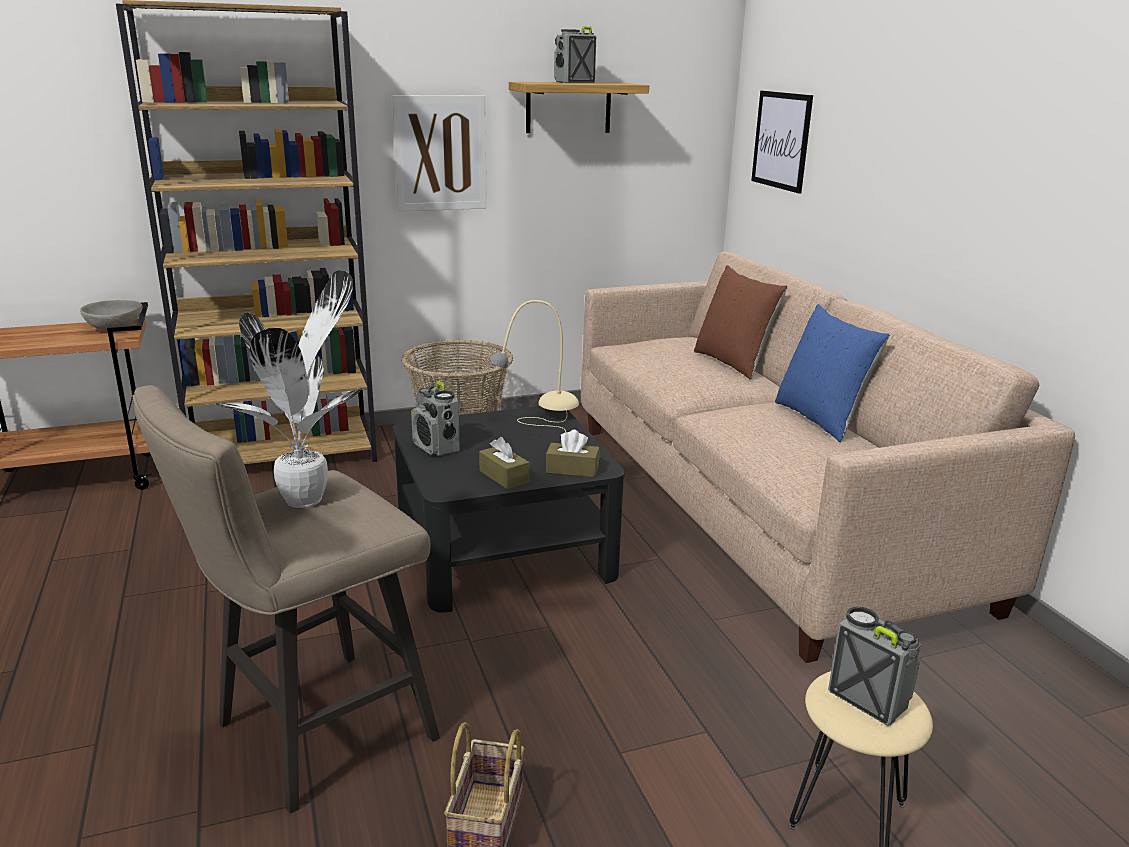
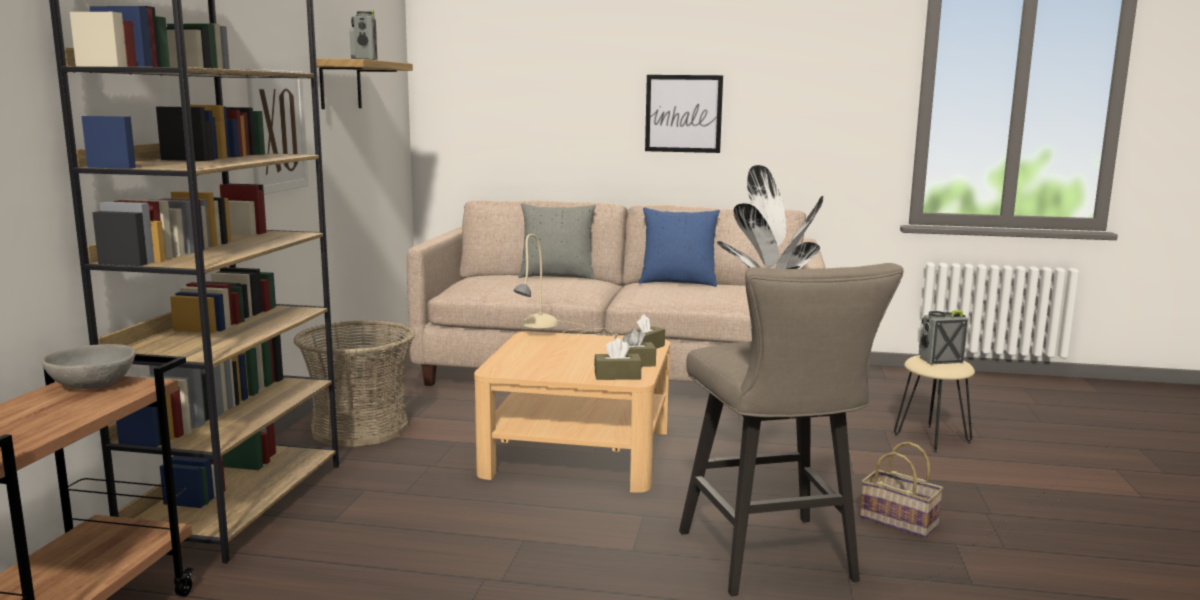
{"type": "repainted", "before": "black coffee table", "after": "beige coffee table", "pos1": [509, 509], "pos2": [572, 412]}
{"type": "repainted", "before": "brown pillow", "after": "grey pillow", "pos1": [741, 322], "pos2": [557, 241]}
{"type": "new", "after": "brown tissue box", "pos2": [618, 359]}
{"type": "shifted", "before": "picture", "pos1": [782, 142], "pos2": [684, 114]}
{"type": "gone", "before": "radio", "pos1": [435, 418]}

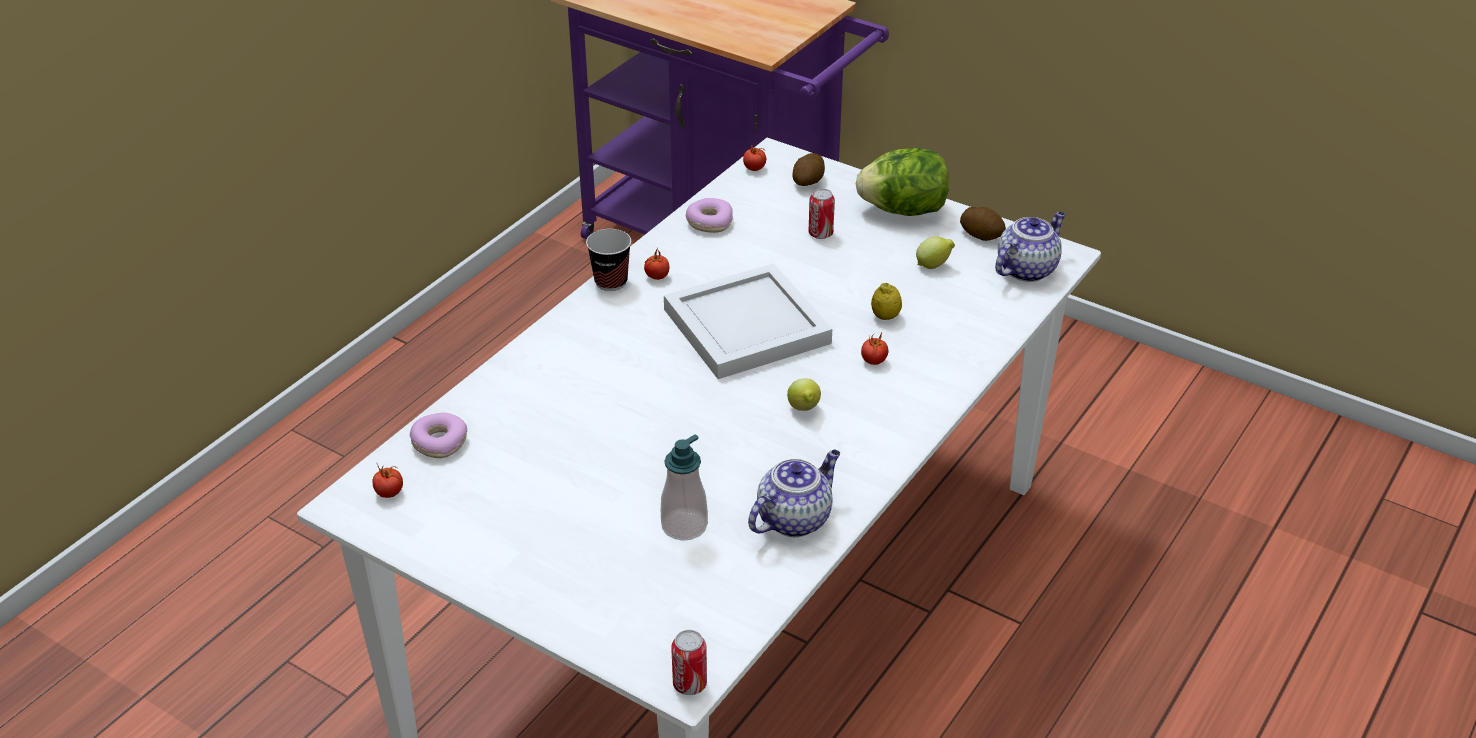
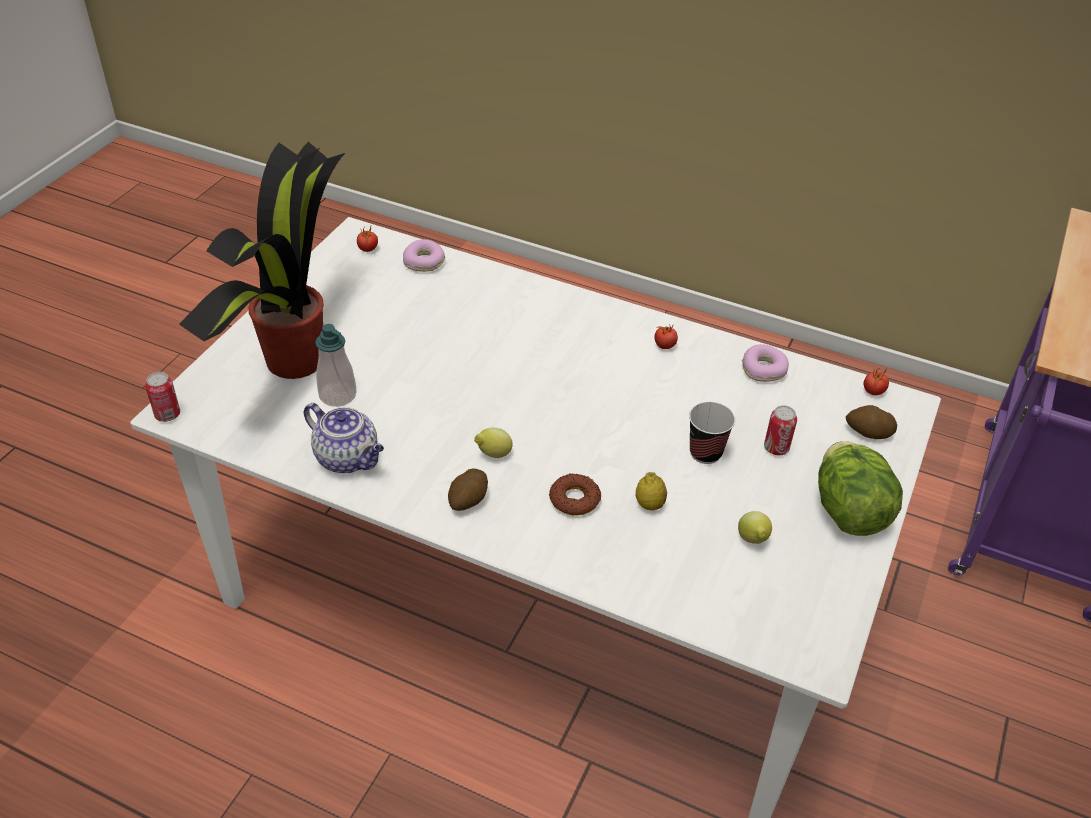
{"type": "new", "after": "potted plant", "pos2": [262, 260]}
{"type": "shifted", "before": "potato", "pos1": [983, 224], "pos2": [468, 490]}
{"type": "swapped", "before": "tomato", "after": "donut", "pos1": [874, 349], "pos2": [575, 495]}
{"type": "shifted", "before": "cup", "pos1": [608, 260], "pos2": [712, 433]}
{"type": "gone", "before": "white tray", "pos1": [748, 321]}
{"type": "gone", "before": "teapot", "pos1": [1030, 247]}

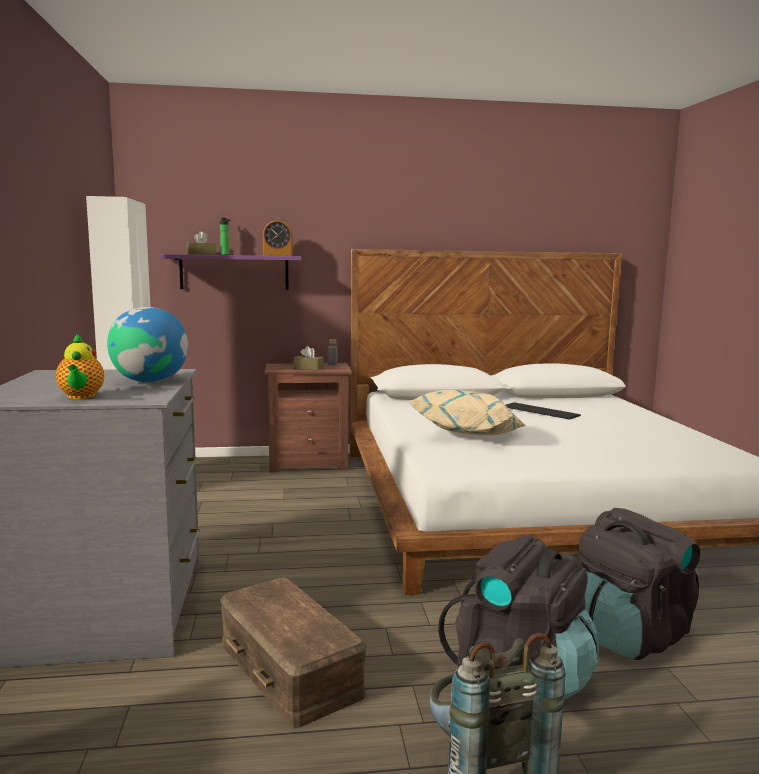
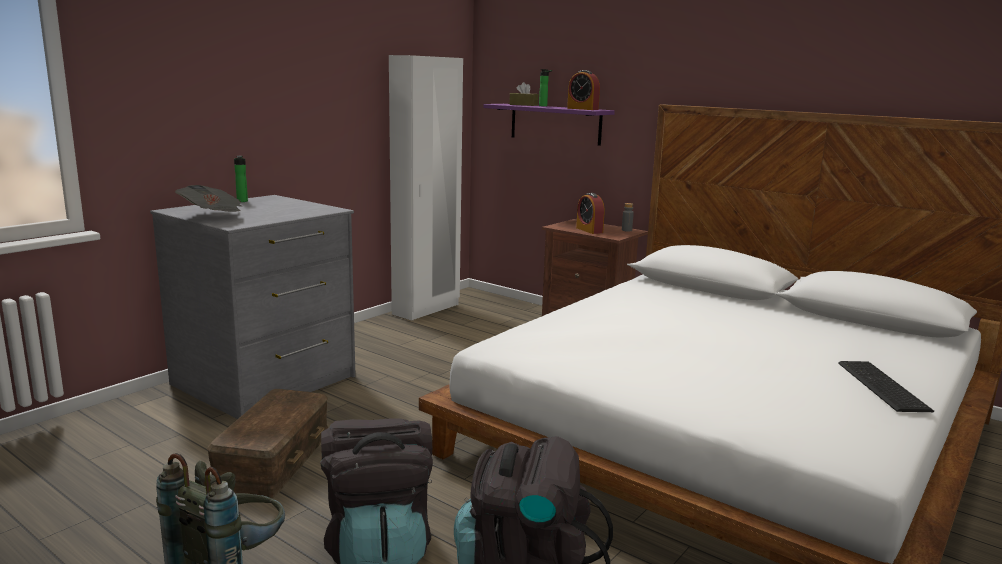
{"type": "swapped", "before": "teapot", "after": "newspaper", "pos1": [80, 366], "pos2": [208, 198]}
{"type": "new", "after": "bottle", "pos2": [241, 179]}
{"type": "swapped", "before": "brown tissue box", "after": "alarm clock", "pos1": [308, 358], "pos2": [590, 213]}
{"type": "shifted", "before": "keyboard", "pos1": [543, 411], "pos2": [886, 386]}
{"type": "gone", "before": "globe", "pos1": [147, 344]}
{"type": "gone", "before": "beige pillow", "pos1": [467, 413]}

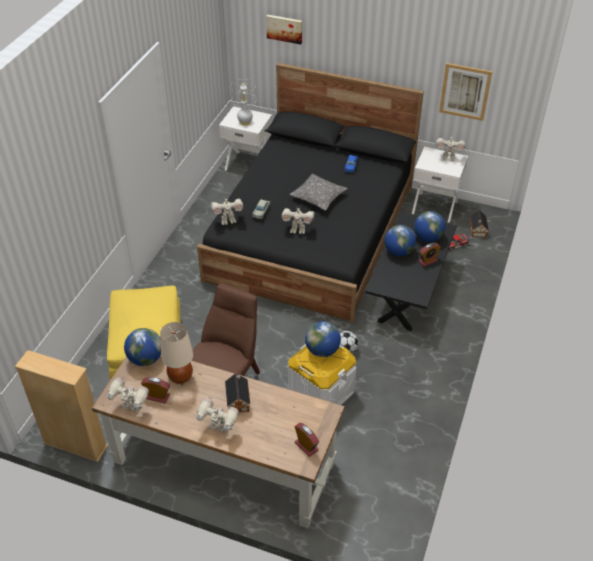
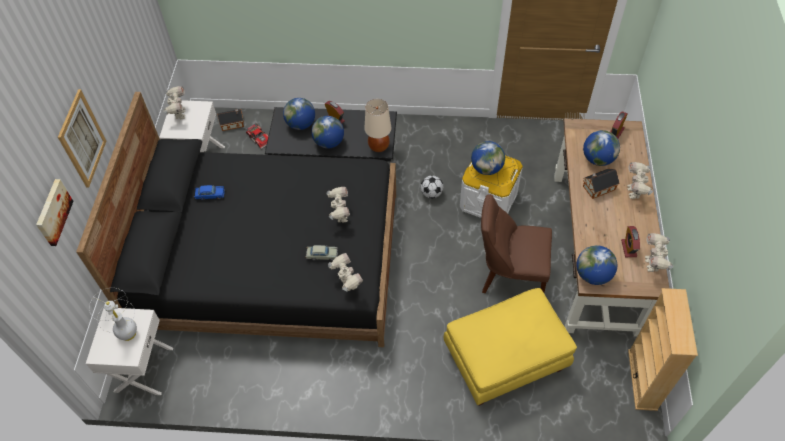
{"type": "shifted", "before": "picture", "pos1": [465, 92], "pos2": [82, 138]}
{"type": "shifted", "before": "beige table lamp", "pos1": [176, 353], "pos2": [377, 125]}
{"type": "new", "after": "globe", "pos2": [601, 148]}
{"type": "gone", "before": "pillow", "pos1": [318, 192]}

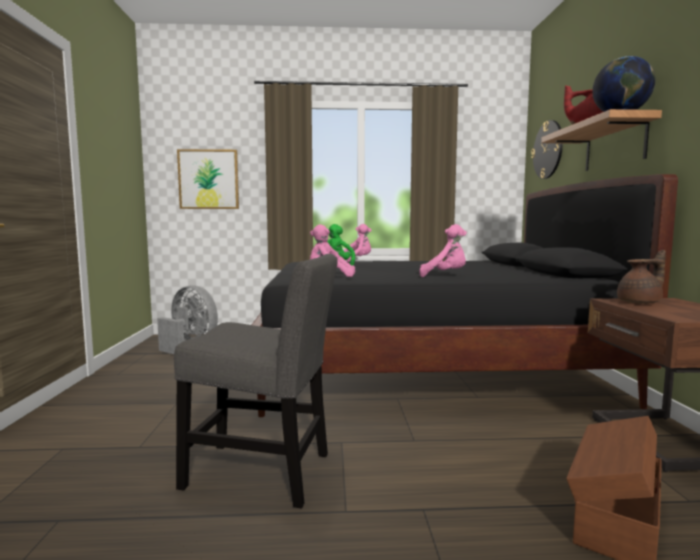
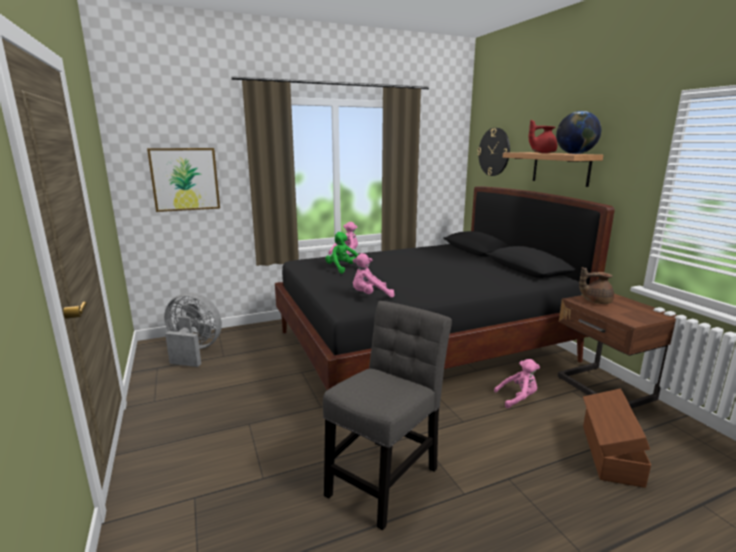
{"type": "rotated", "before": "grey chair", "pos1": [256, 381], "pos2": [387, 415], "turn": -45}
{"type": "shifted", "before": "pink plush toy", "pos1": [443, 250], "pos2": [517, 383]}
{"type": "rotated", "before": "brown teapot", "pos1": [641, 277], "pos2": [596, 285], "turn": -135}

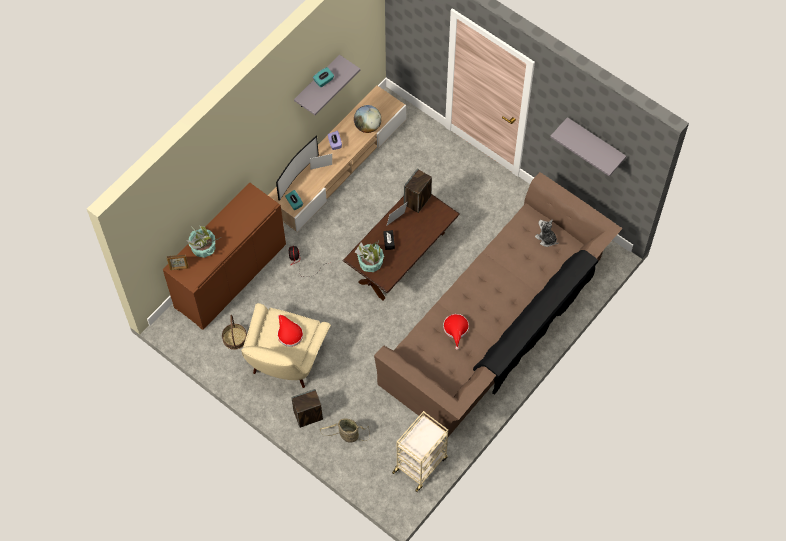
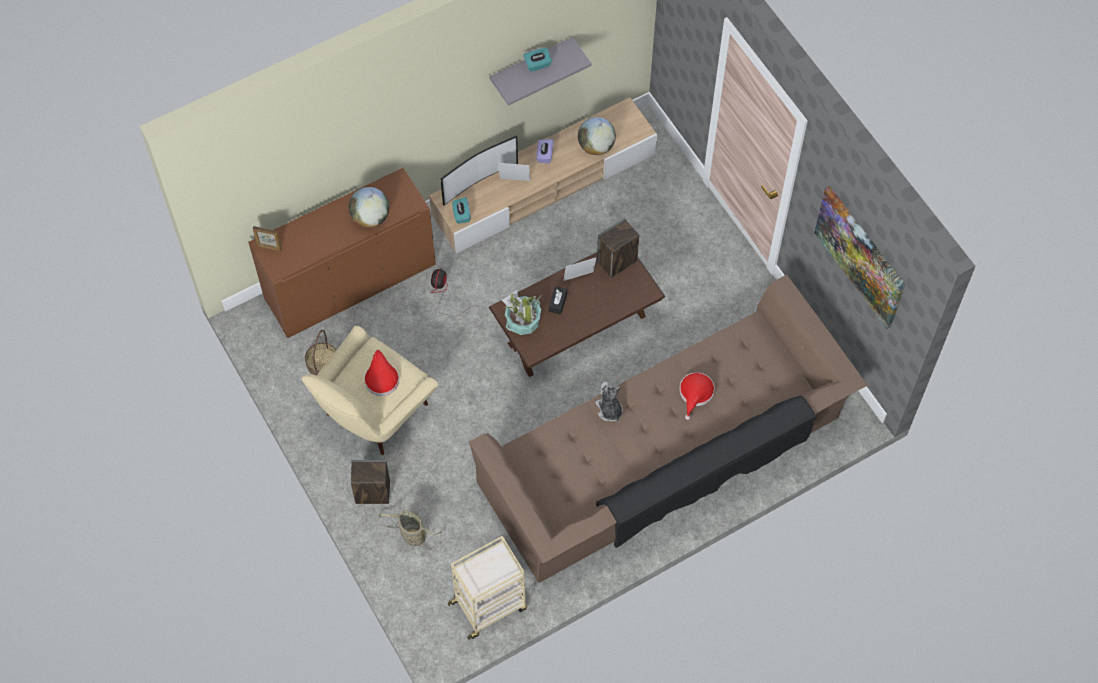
{"type": "new", "after": "globe", "pos2": [369, 207]}
{"type": "shifted", "before": "plush toy", "pos1": [547, 233], "pos2": [609, 401]}
{"type": "shifted", "before": "red hat", "pos1": [456, 332], "pos2": [697, 396]}
{"type": "swapped", "before": "grey shelf", "after": "picture", "pos1": [588, 146], "pos2": [859, 257]}
{"type": "gone", "before": "potted plant", "pos1": [204, 242]}

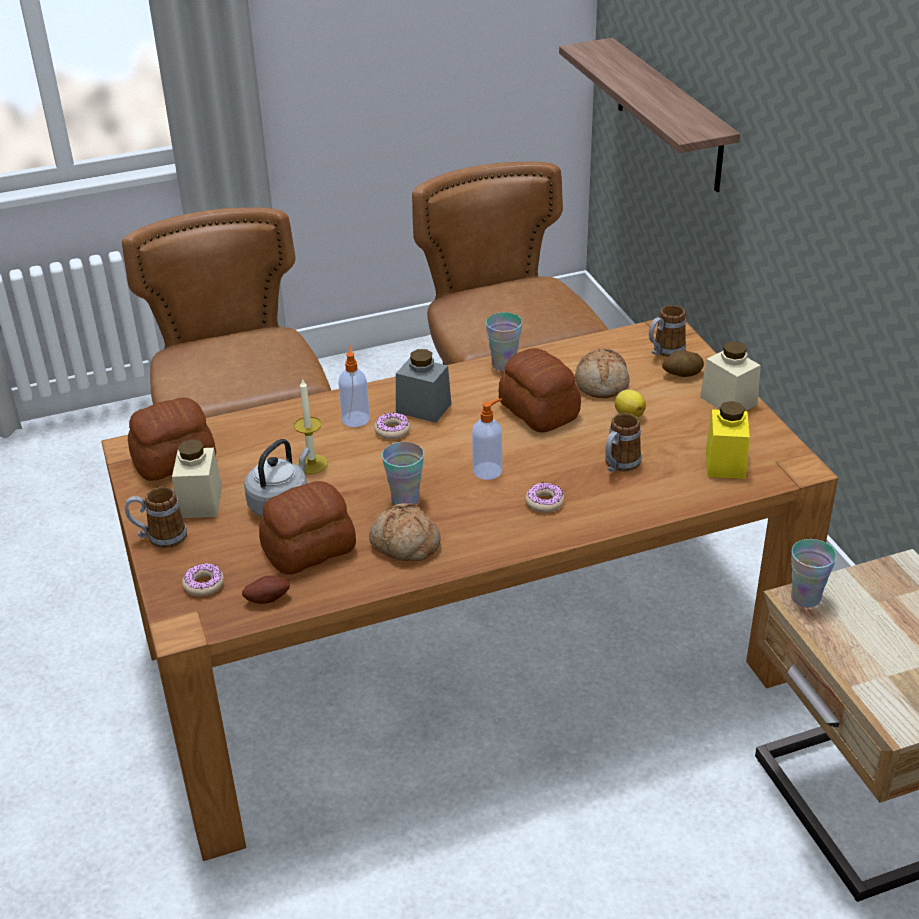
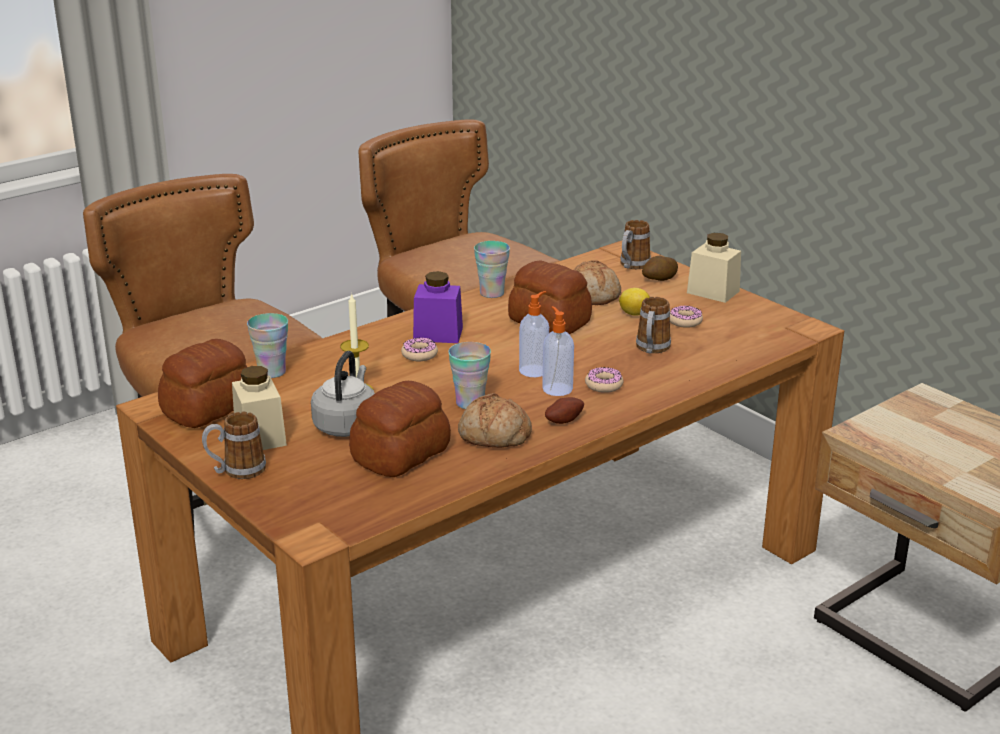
{"type": "shifted", "before": "cup", "pos1": [814, 573], "pos2": [267, 345]}
{"type": "repainted", "before": "grey jar", "after": "purple jar", "pos1": [423, 386], "pos2": [438, 307]}
{"type": "shifted", "before": "soap dispenser", "pos1": [354, 386], "pos2": [558, 351]}
{"type": "shifted", "before": "potato", "pos1": [266, 590], "pos2": [564, 410]}
{"type": "shifted", "before": "donut", "pos1": [203, 579], "pos2": [686, 316]}
{"type": "gone", "before": "shelf", "pos1": [649, 115]}
{"type": "gone", "before": "yellow jar", "pos1": [728, 440]}

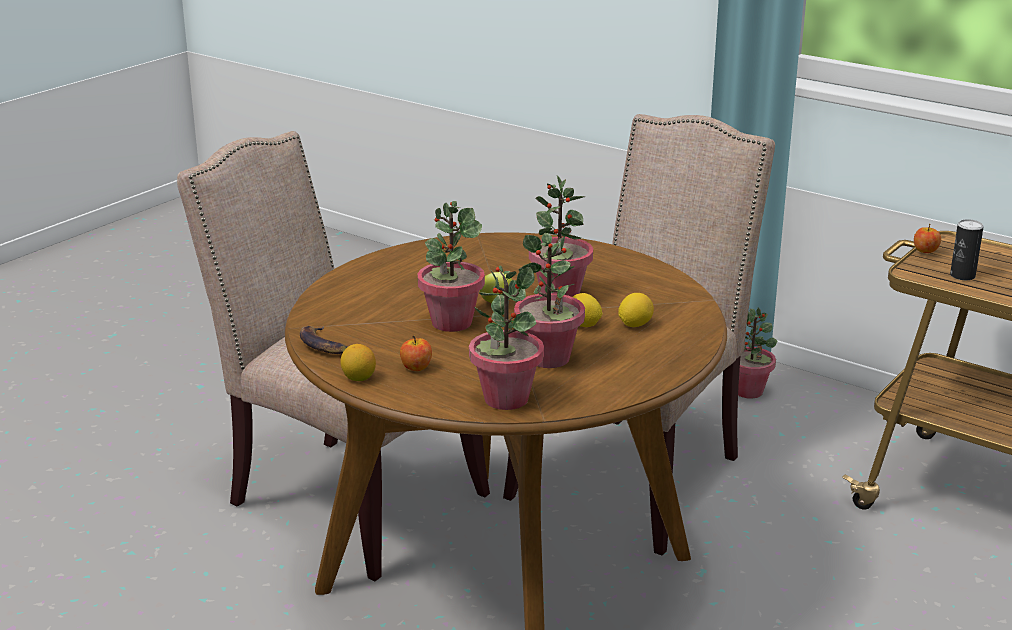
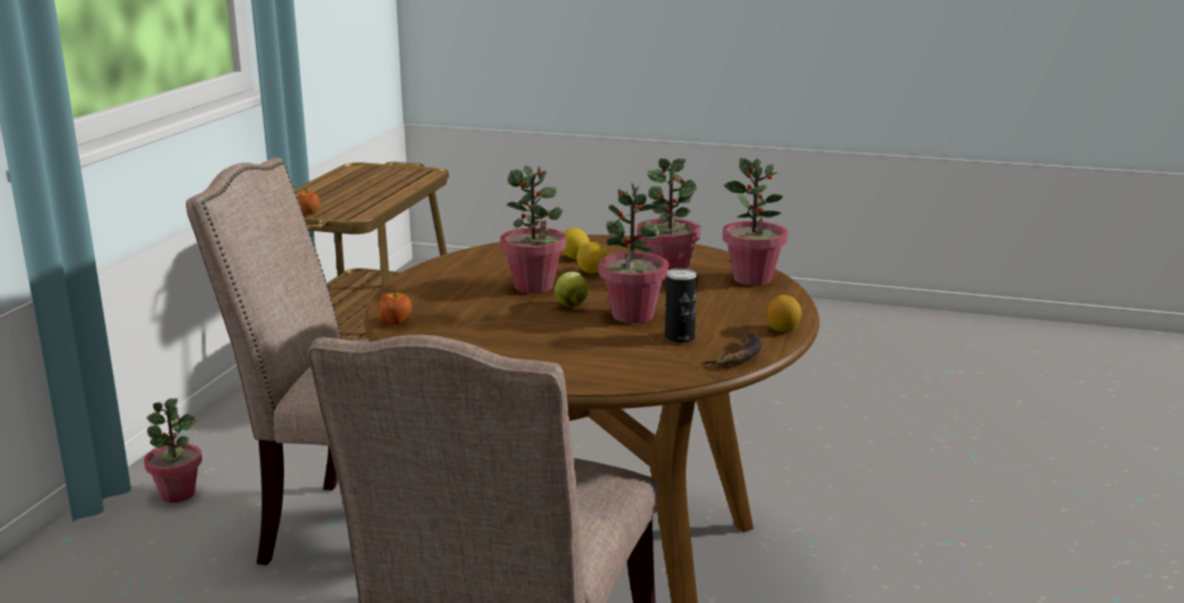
{"type": "shifted", "before": "apple", "pos1": [416, 353], "pos2": [395, 307]}
{"type": "shifted", "before": "can", "pos1": [966, 249], "pos2": [681, 305]}

